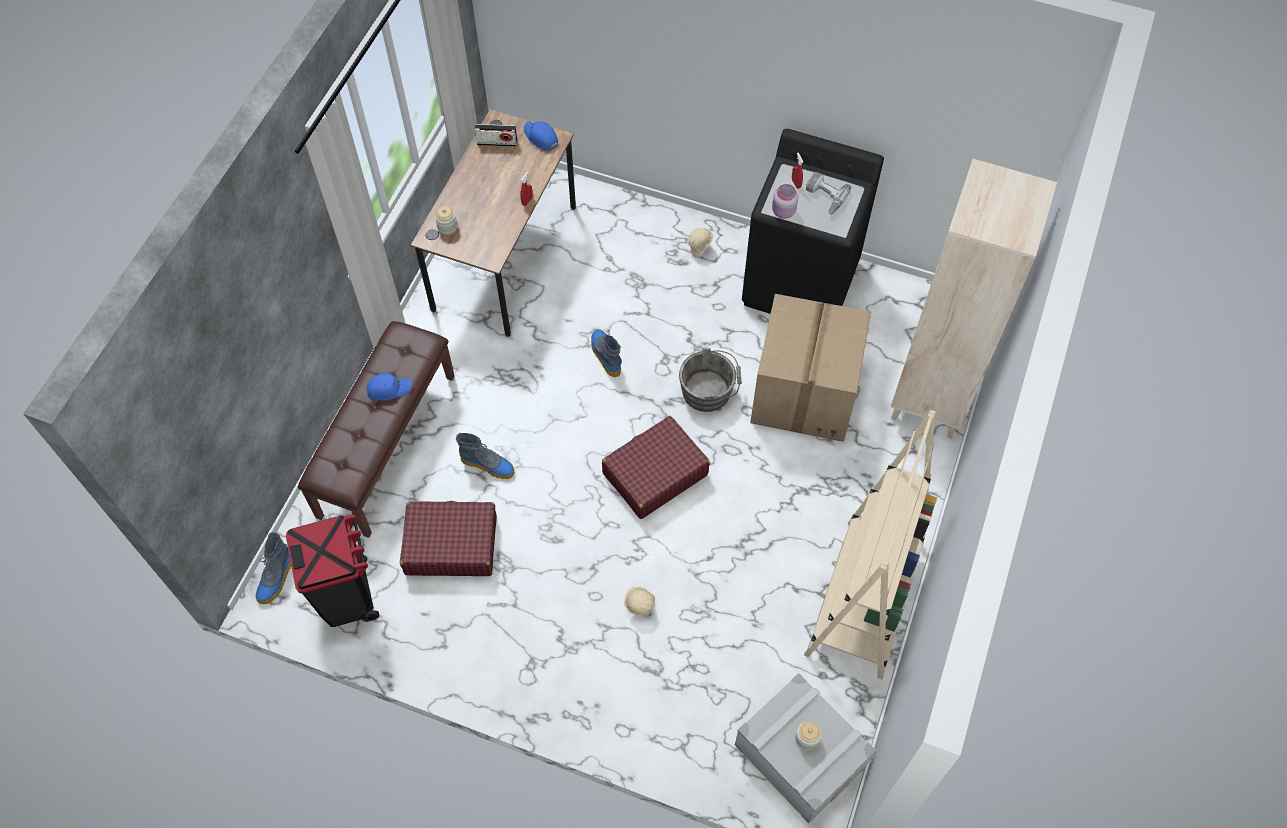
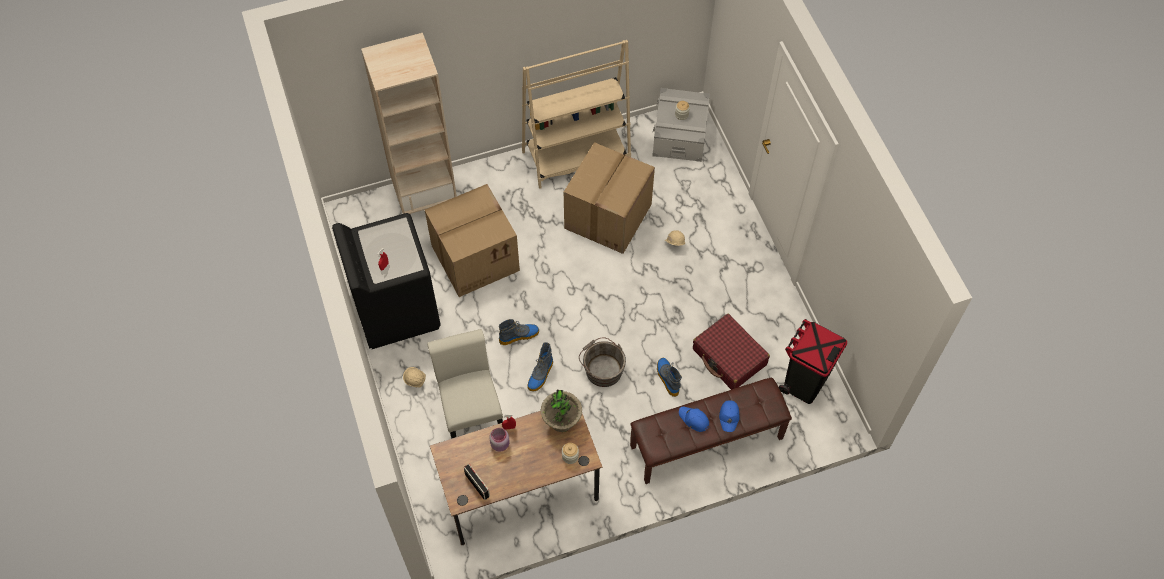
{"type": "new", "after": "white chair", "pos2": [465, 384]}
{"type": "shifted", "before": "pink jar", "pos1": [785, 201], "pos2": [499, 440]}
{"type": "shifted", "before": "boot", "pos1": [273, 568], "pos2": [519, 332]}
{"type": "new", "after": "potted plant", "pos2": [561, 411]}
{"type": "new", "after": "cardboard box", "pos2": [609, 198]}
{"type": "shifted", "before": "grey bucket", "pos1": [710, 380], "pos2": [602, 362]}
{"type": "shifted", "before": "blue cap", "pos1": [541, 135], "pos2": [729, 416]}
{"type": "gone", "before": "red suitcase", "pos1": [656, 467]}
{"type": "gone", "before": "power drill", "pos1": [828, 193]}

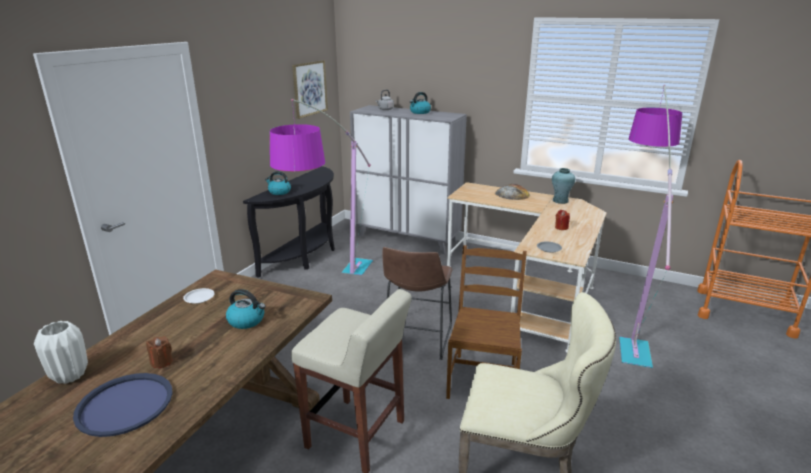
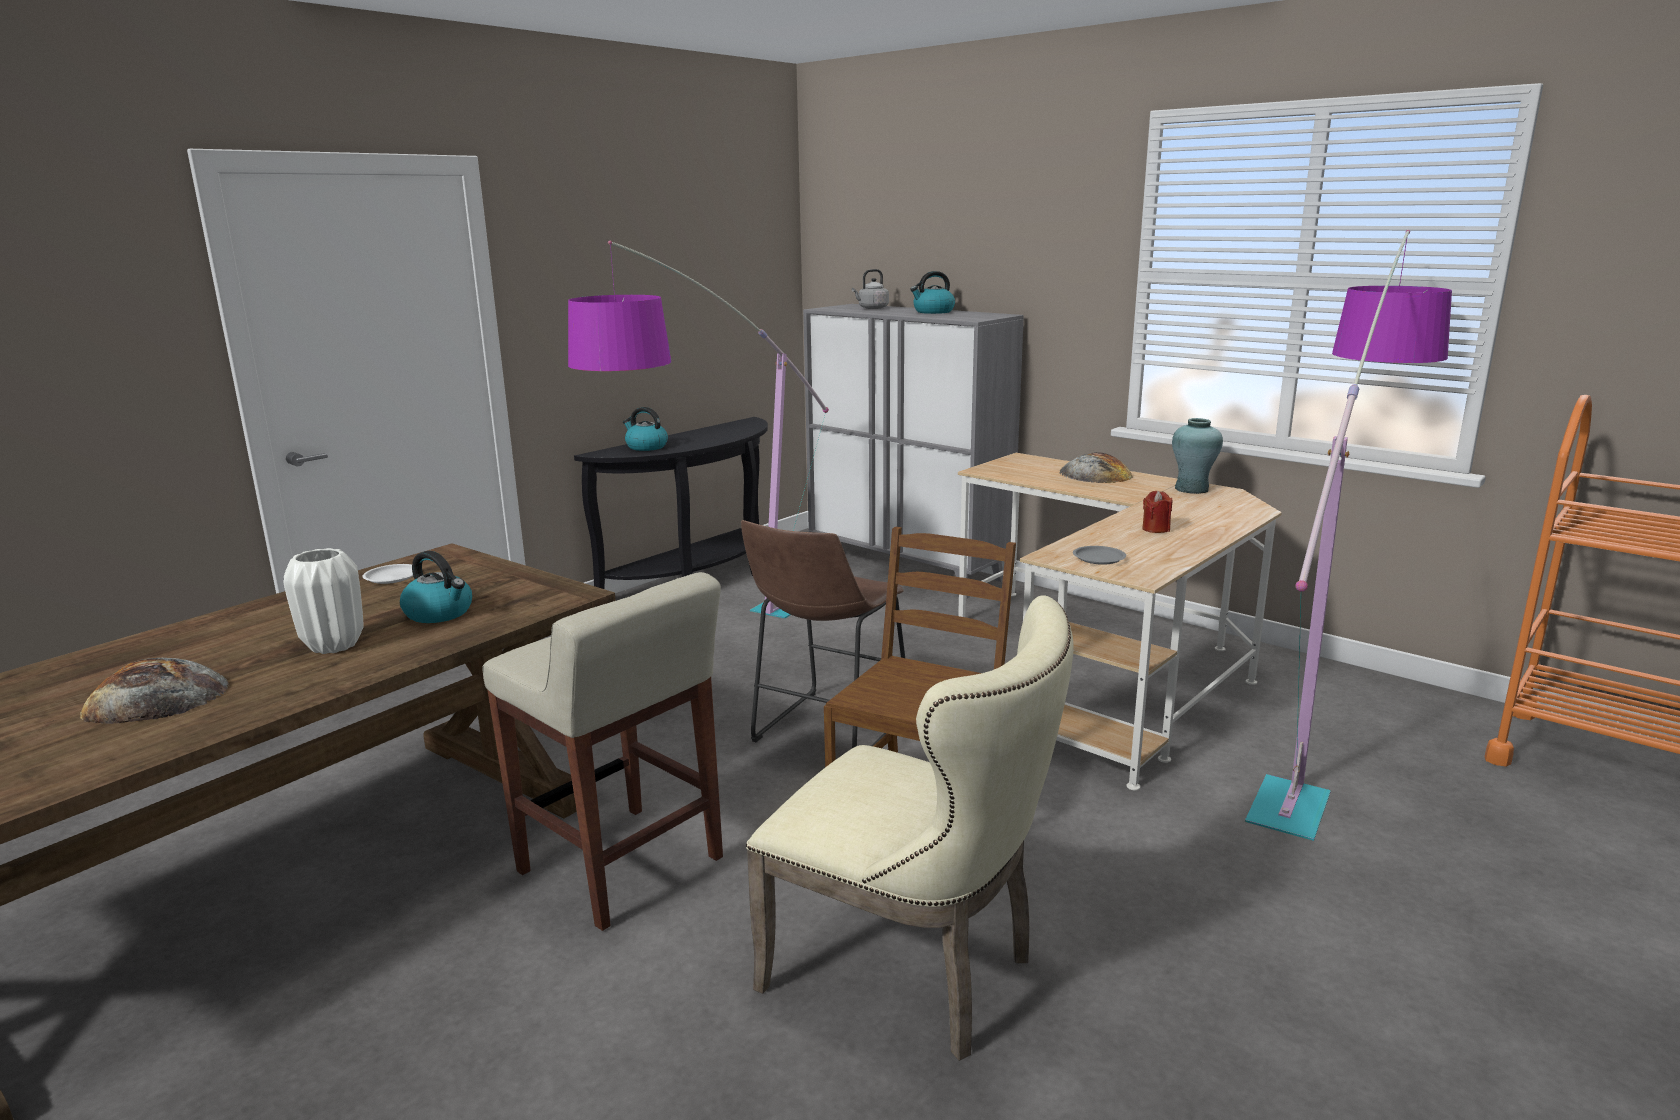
{"type": "swapped", "before": "blue tray", "after": "bread", "pos1": [123, 405], "pos2": [154, 691]}
{"type": "shifted", "before": "white vase", "pos1": [61, 352], "pos2": [323, 601]}
{"type": "gone", "before": "brown candle", "pos1": [159, 352]}
{"type": "gone", "before": "picture", "pos1": [310, 89]}

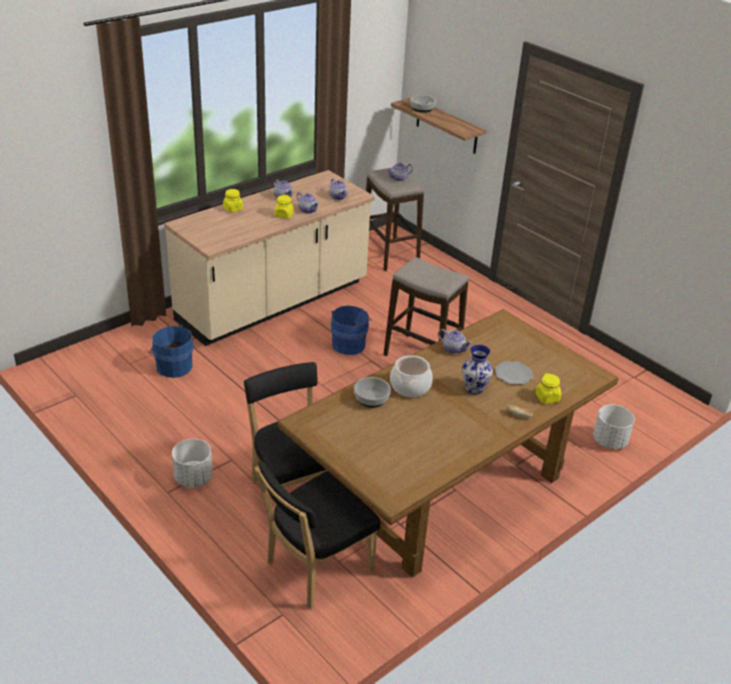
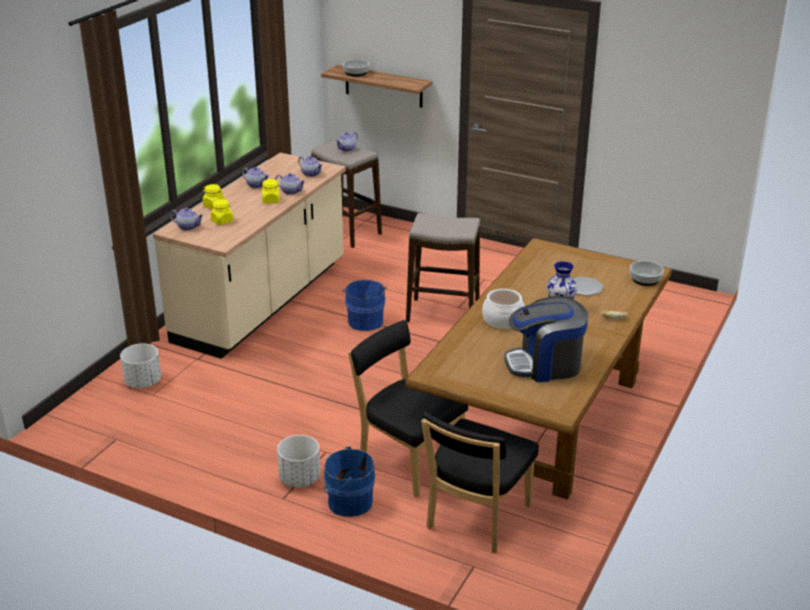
{"type": "shifted", "before": "white planter", "pos1": [614, 426], "pos2": [140, 365]}
{"type": "shifted", "before": "teapot", "pos1": [455, 341], "pos2": [187, 219]}
{"type": "shifted", "before": "yellow jar", "pos1": [548, 388], "pos2": [222, 212]}
{"type": "shifted", "before": "blue bucket", "pos1": [171, 351], "pos2": [349, 481]}
{"type": "new", "after": "coffee machine", "pos2": [546, 339]}
{"type": "shifted", "before": "bowl", "pos1": [372, 392], "pos2": [646, 273]}

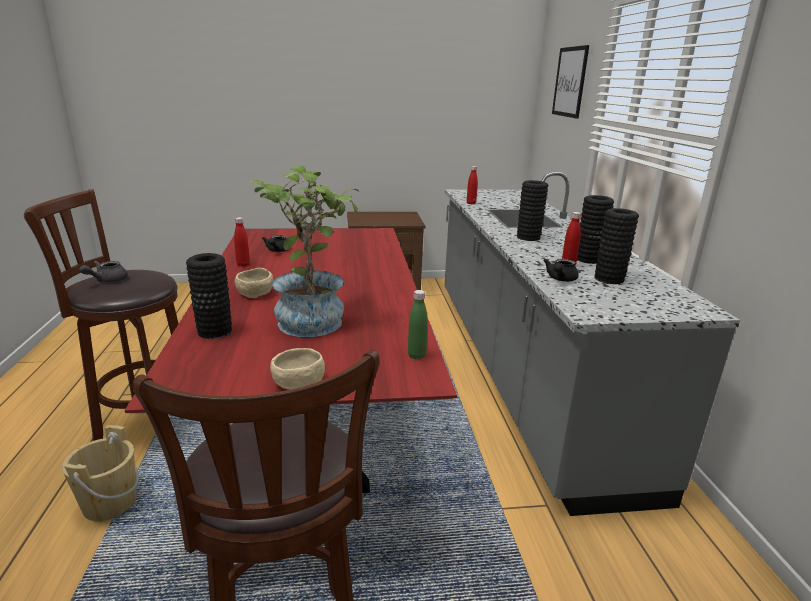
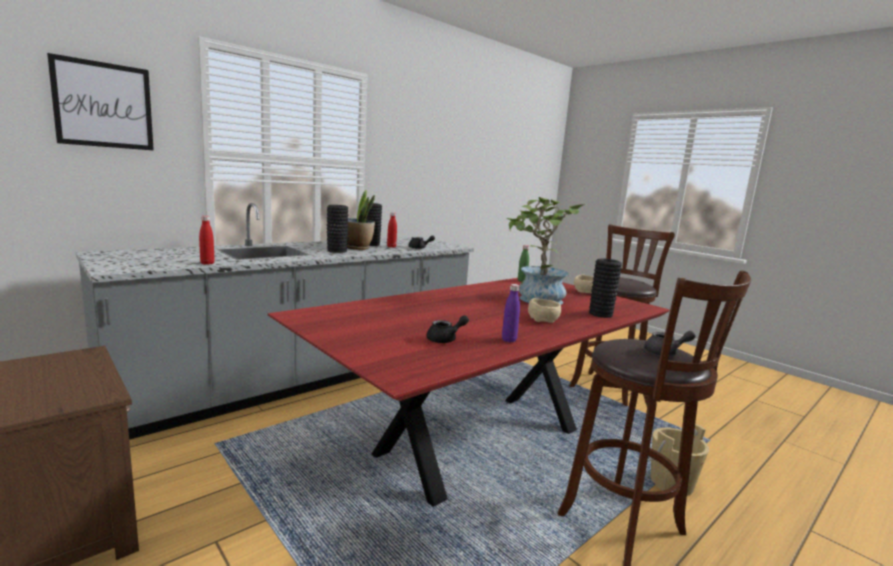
{"type": "new", "after": "potted plant", "pos2": [361, 220]}
{"type": "repainted", "before": "red bottle", "after": "purple bottle", "pos1": [242, 242], "pos2": [511, 313]}
{"type": "gone", "before": "black vase", "pos1": [616, 246]}

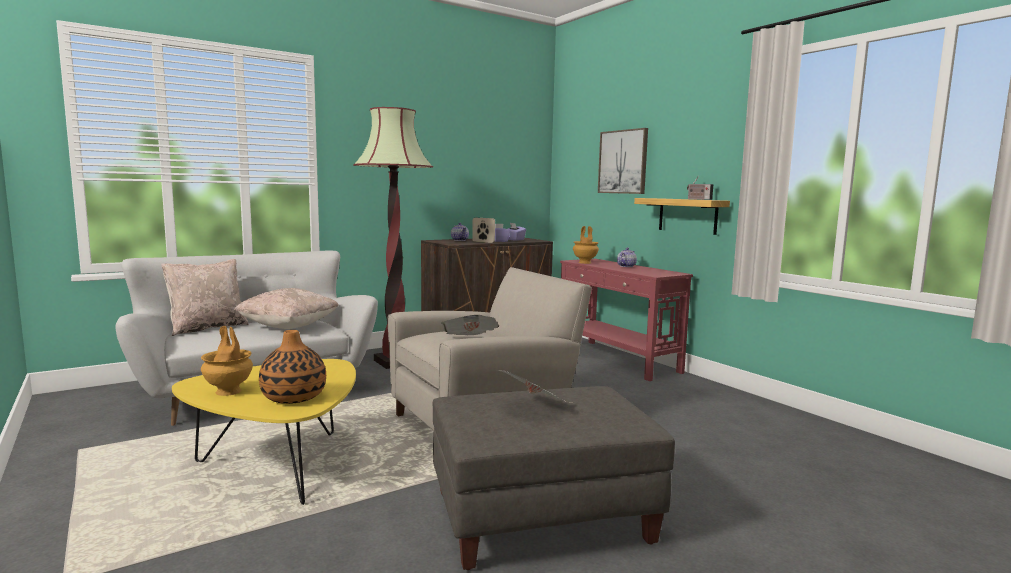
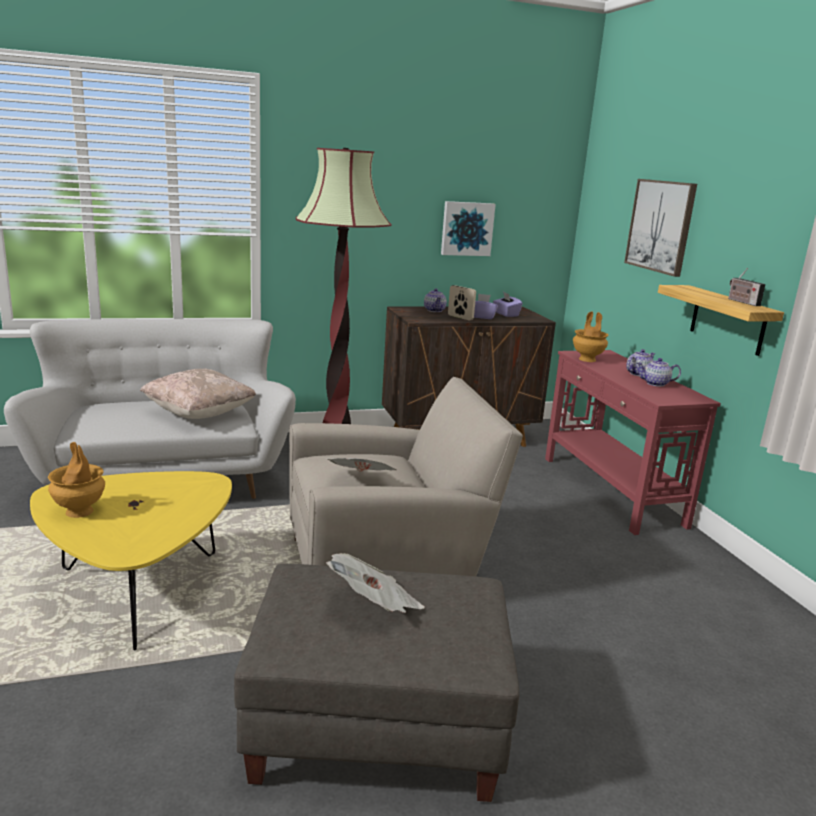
{"type": "new", "after": "picture", "pos2": [468, 228]}
{"type": "new", "after": "teapot", "pos2": [659, 372]}
{"type": "gone", "before": "beige pillow", "pos1": [205, 297]}
{"type": "gone", "before": "vase", "pos1": [292, 367]}

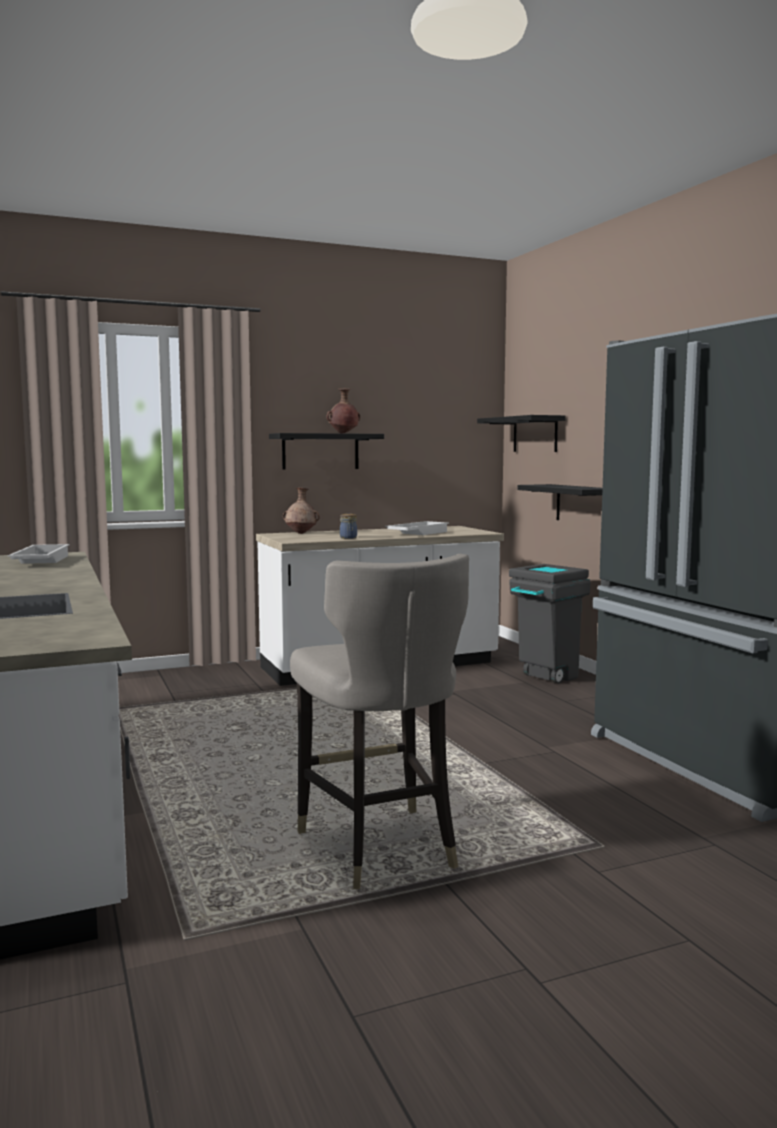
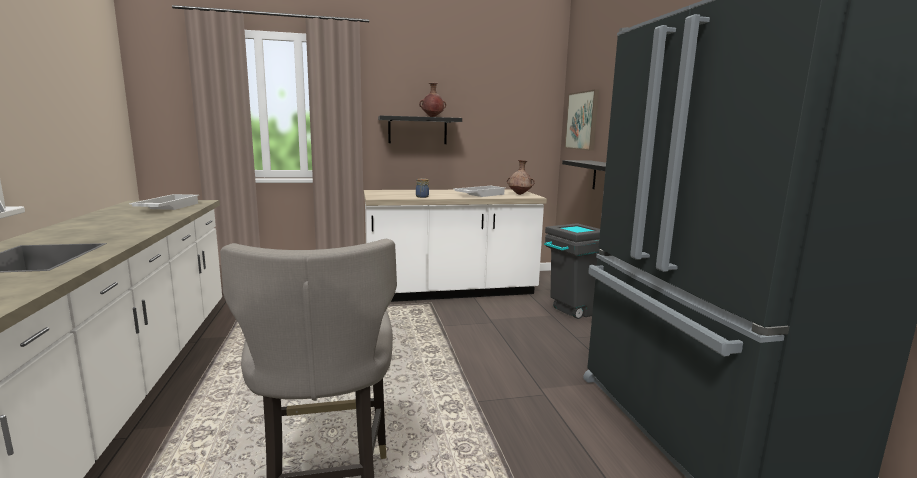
{"type": "shifted", "before": "brown vase", "pos1": [301, 511], "pos2": [521, 177]}
{"type": "swapped", "before": "black shelf", "after": "picture", "pos1": [521, 433], "pos2": [582, 120]}

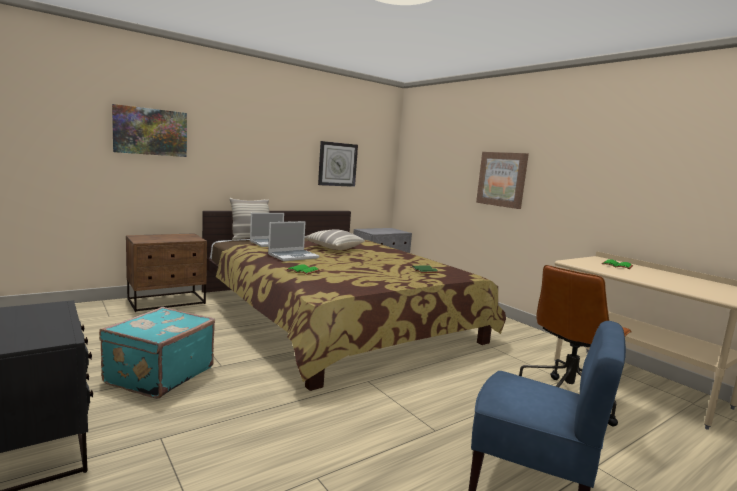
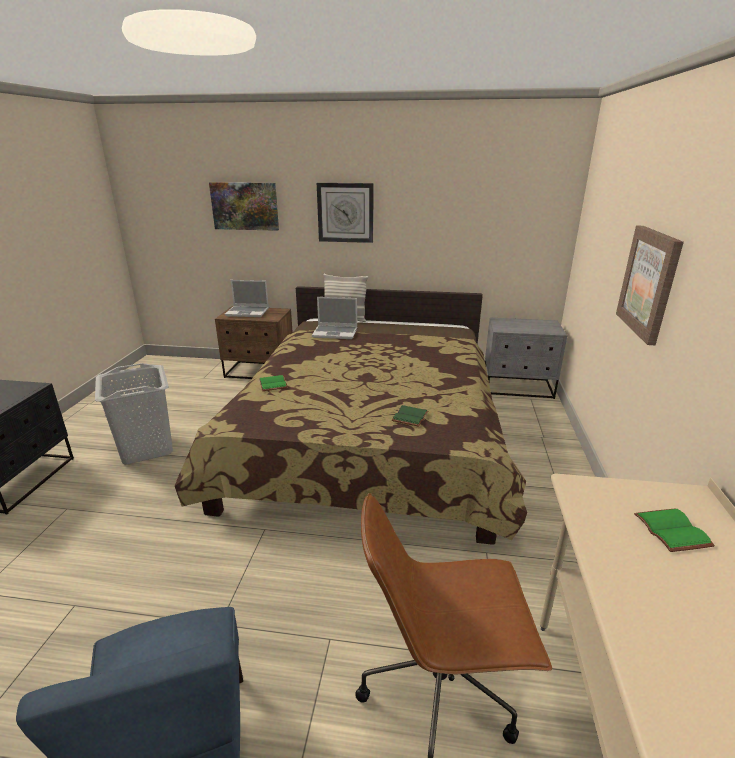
{"type": "swapped", "before": "turquoise suitcase", "after": "grey laundry basket", "pos1": [157, 353], "pos2": [134, 413]}
{"type": "shifted", "before": "laptop", "pos1": [293, 241], "pos2": [247, 298]}
{"type": "shifted", "before": "wall clock", "pos1": [338, 164], "pos2": [345, 213]}
{"type": "gone", "before": "pillow", "pos1": [335, 239]}

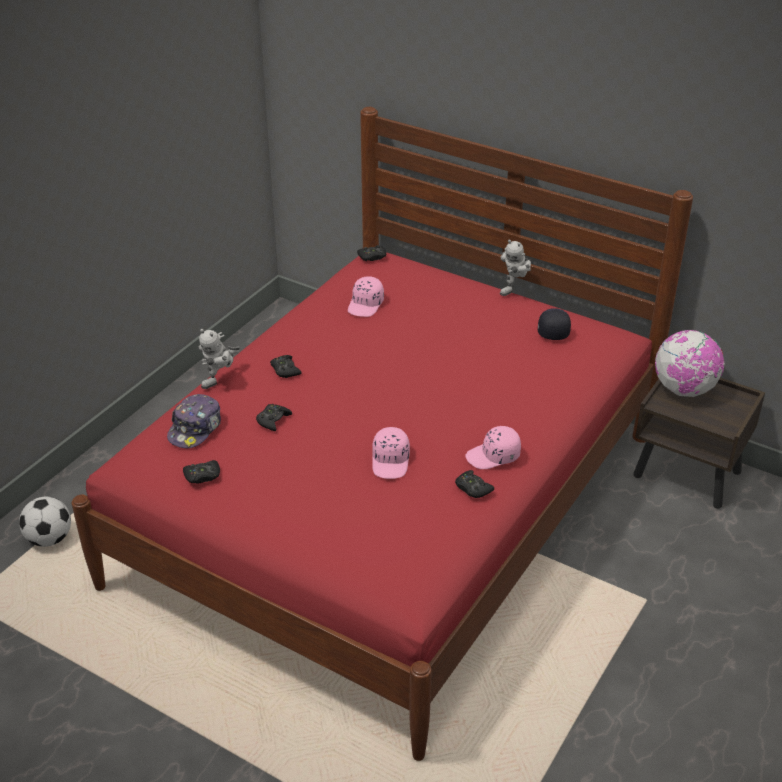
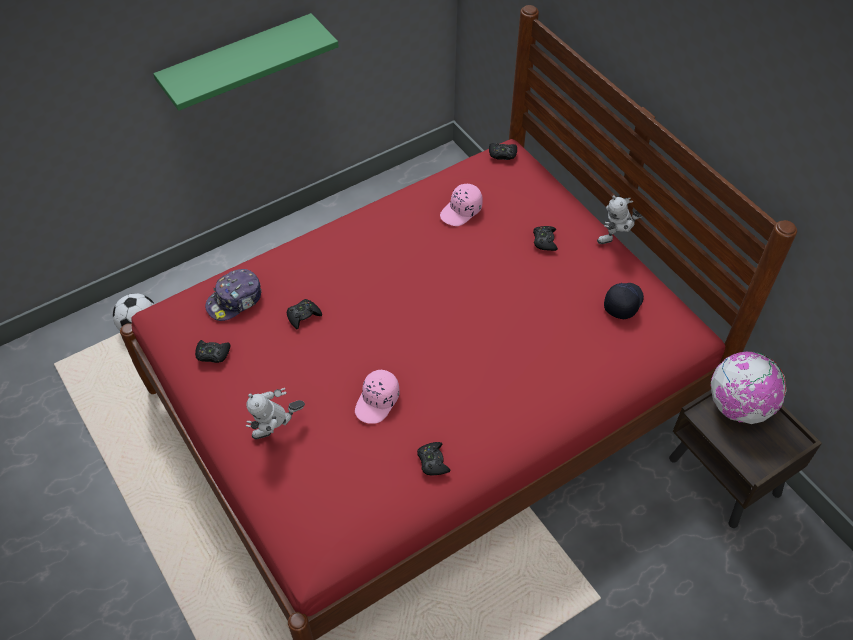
{"type": "new", "after": "green shelf", "pos2": [246, 62]}
{"type": "shifted", "before": "toy robot", "pos1": [219, 359], "pos2": [275, 413]}
{"type": "shifted", "before": "black game controller", "pos1": [286, 366], "pos2": [545, 238]}
{"type": "gone", "before": "pink cap", "pos1": [493, 447]}

